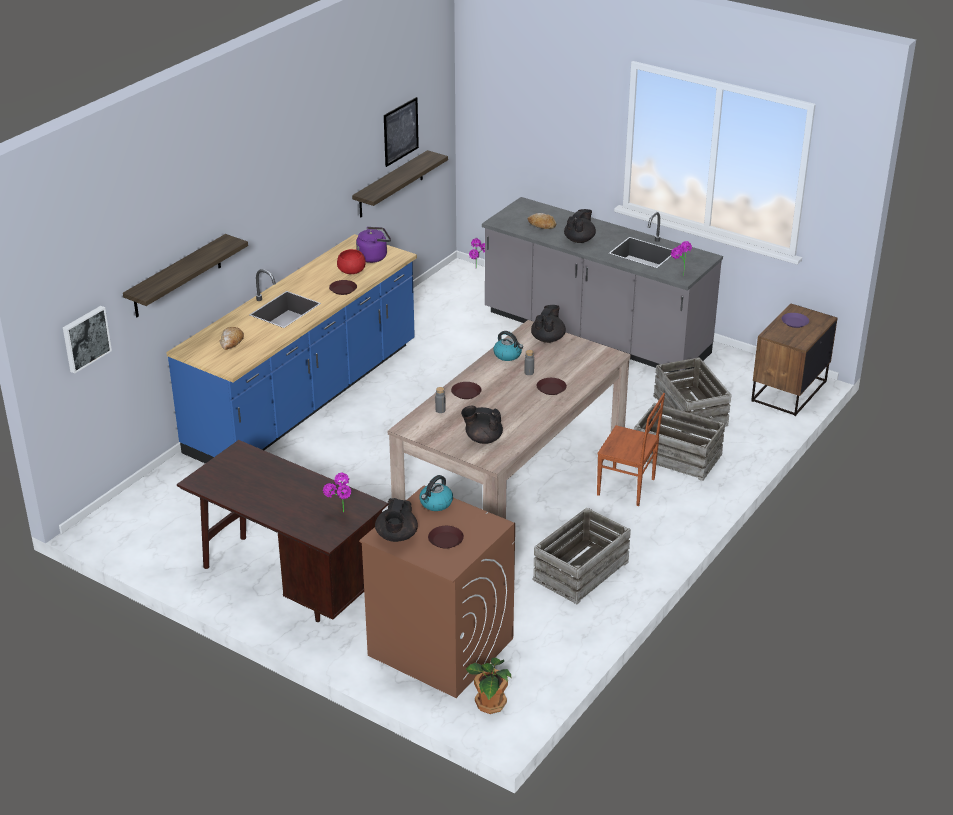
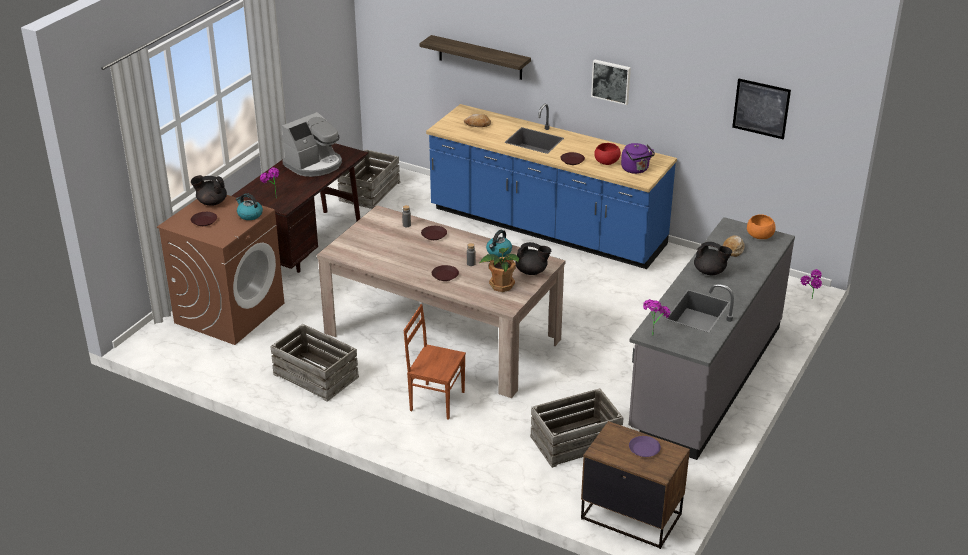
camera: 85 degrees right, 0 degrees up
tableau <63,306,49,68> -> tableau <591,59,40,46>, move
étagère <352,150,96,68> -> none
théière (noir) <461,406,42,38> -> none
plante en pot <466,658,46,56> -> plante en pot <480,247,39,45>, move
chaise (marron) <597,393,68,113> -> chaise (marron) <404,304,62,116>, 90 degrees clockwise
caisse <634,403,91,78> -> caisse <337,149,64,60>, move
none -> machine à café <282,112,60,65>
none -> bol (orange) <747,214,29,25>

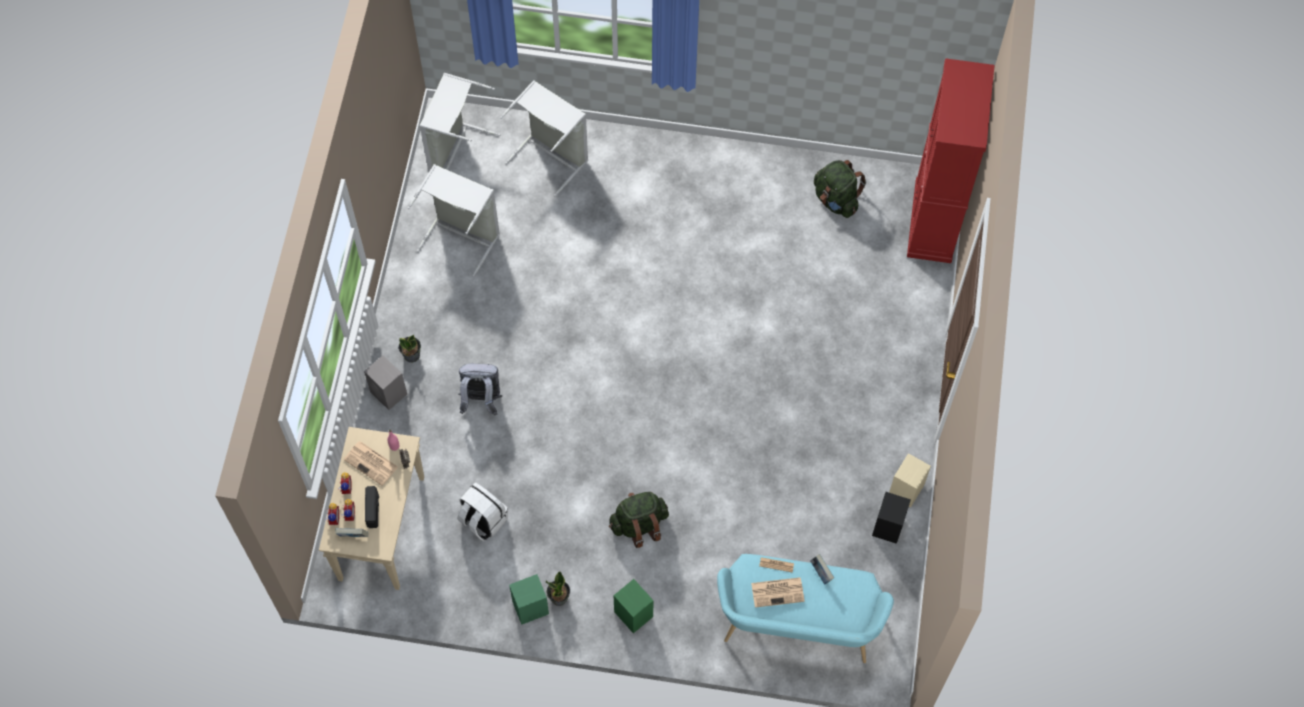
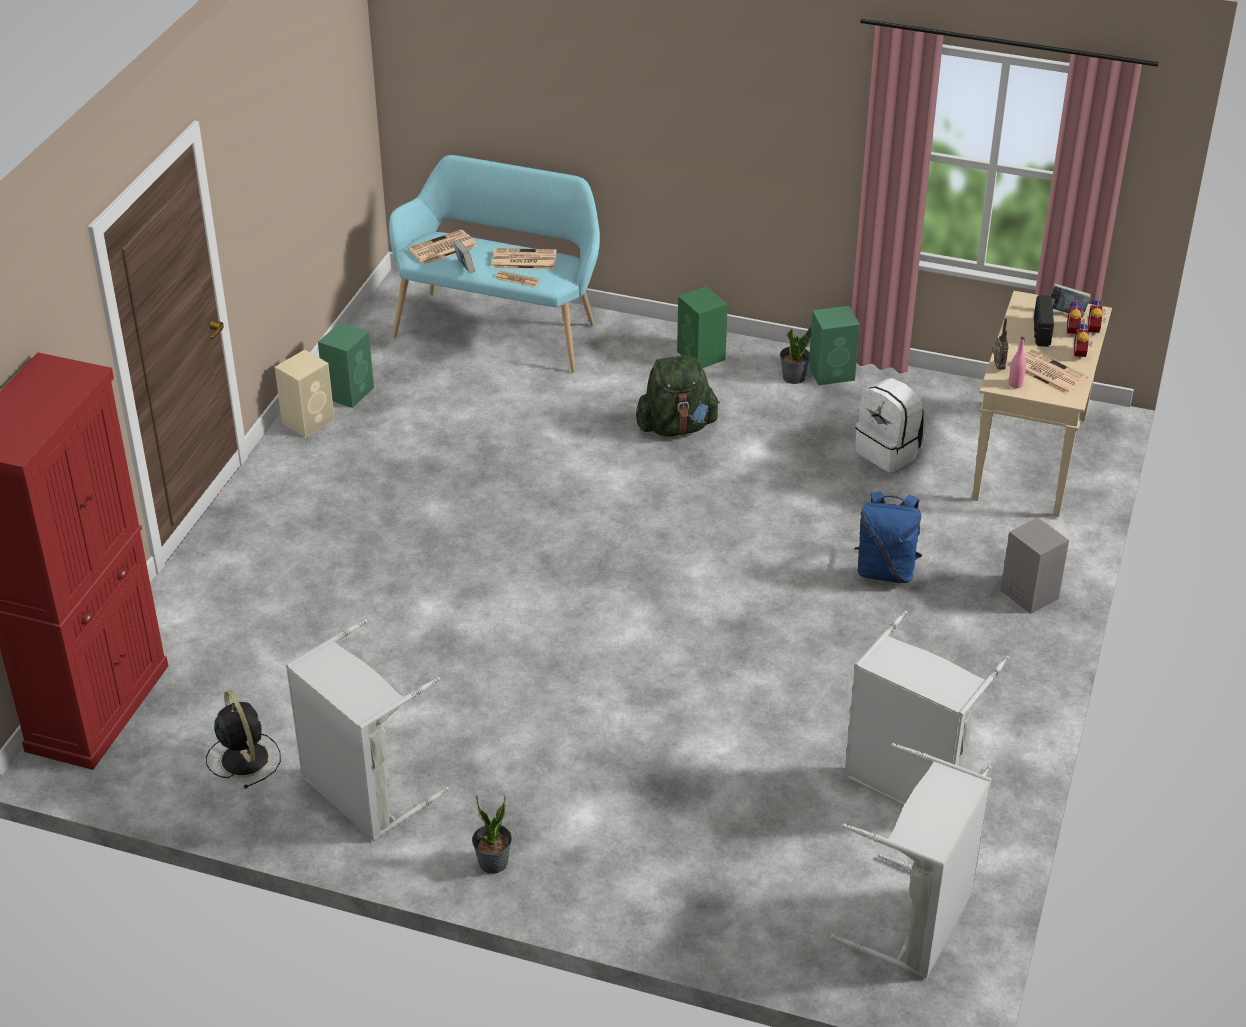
camera: 170 degrees left, 25 degrees down
plante en pot <399,334,22,29> -> plante en pot <472,795,40,79>, move
sac à dos (gris) <458,363,44,53> -> sac à dos (bleu) <855,491,67,92>
panier à linge (gris) <500,80,88,116> -> panier à linge (gris) <286,619,163,222>, move
sac à dos (vert) <814,160,53,58> -> ventilateur (noir) <206,690,75,99>
enceinte (noir) <872,492,39,52> -> enceinte (vert) <318,322,56,86>
none -> journal <407,230,70,35>

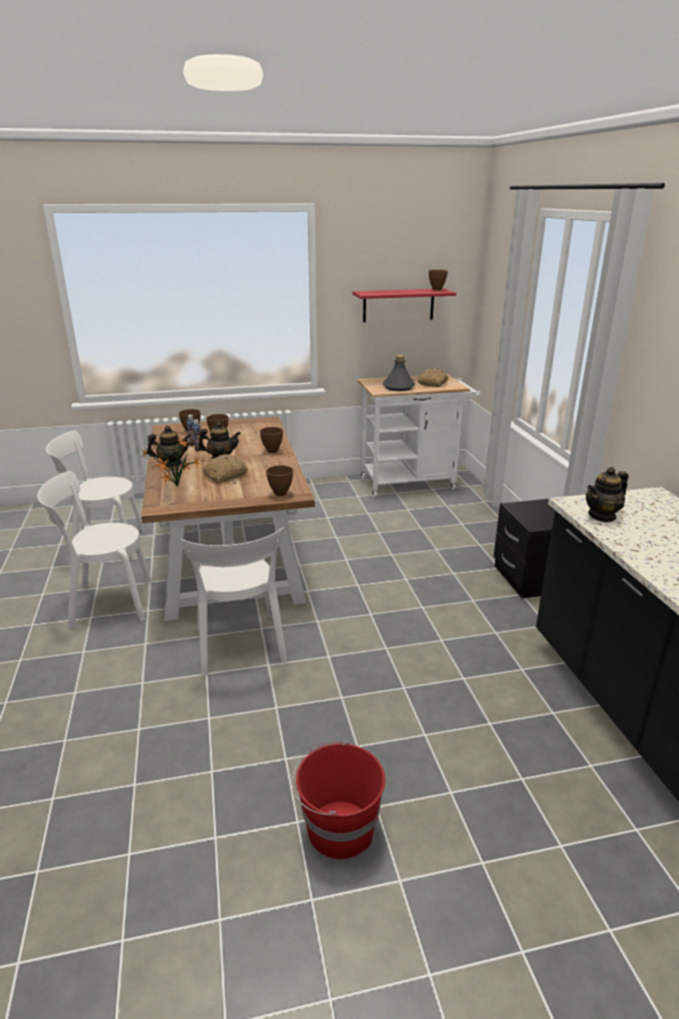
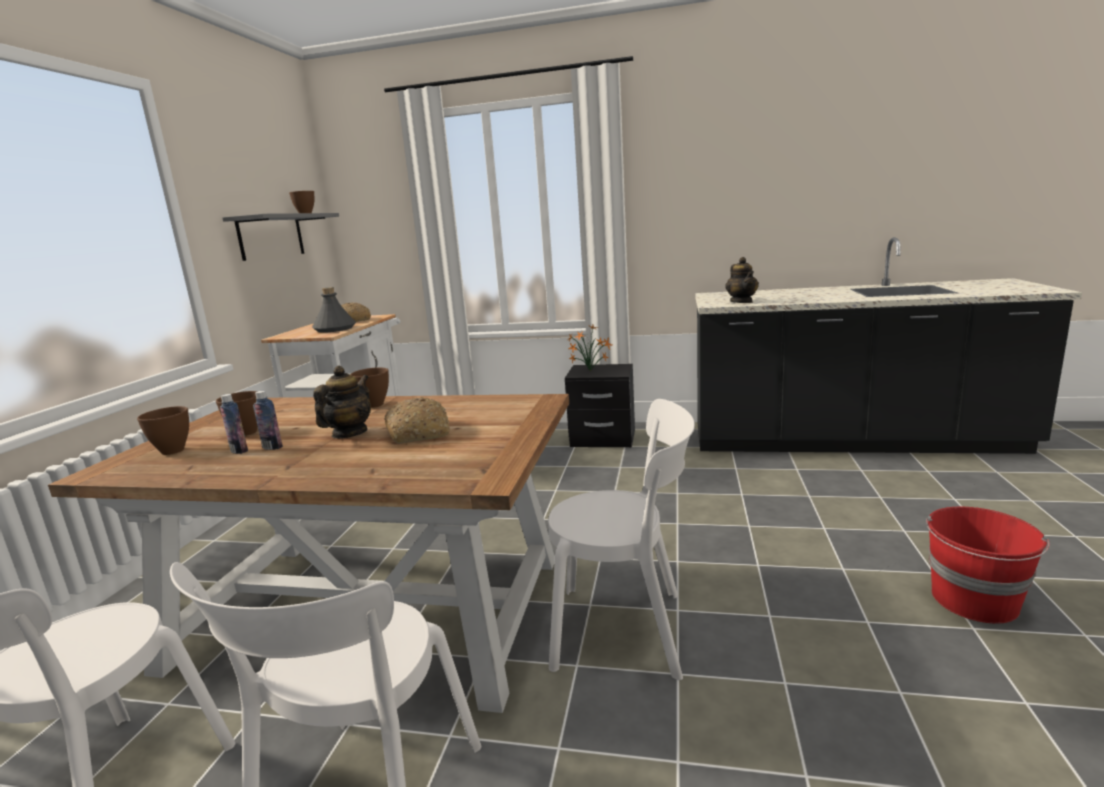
camera: 65 degrees left, 10 degrees down
plante en pot <141,438,60,48> -> plante en pot <568,325,44,46>, move
théière <147,426,44,41> -> none
bol (marron) <266,465,27,31> -> none
étagère (rouge) <352,288,104,34> -> étagère (gris) <222,213,117,48>

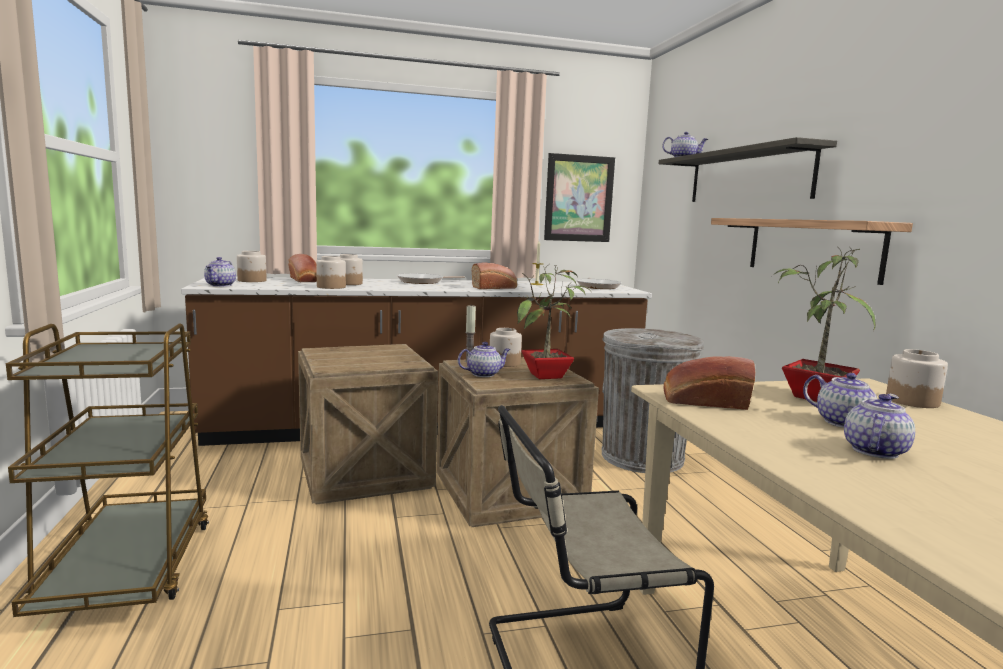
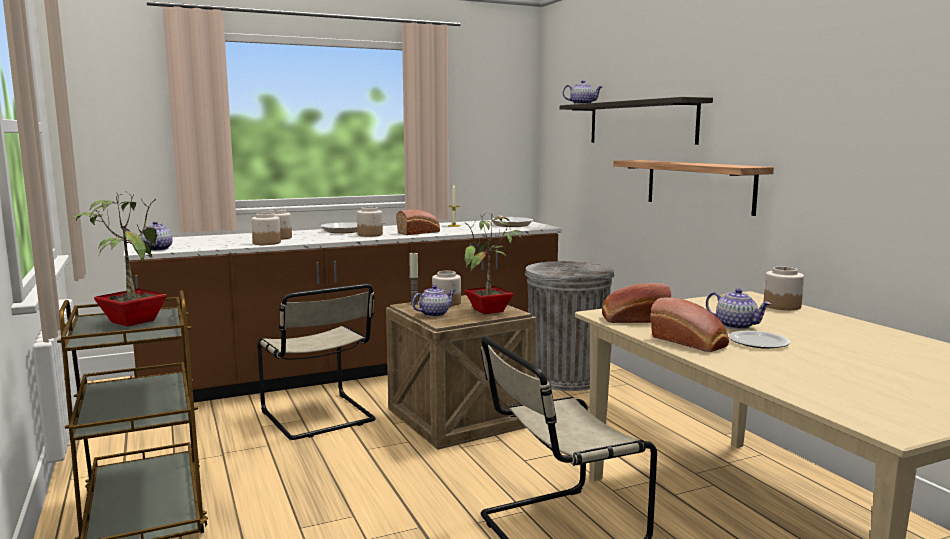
camera: 10 degrees left, 0 degrees up
bocal <237,251,30,31> -> bocal <357,207,26,30>, move
pain <288,254,29,28> -> pain <650,297,79,55>, move
caisse <298,344,140,161> -> chaise (beige) <257,284,119,156>
tableau <544,153,71,89> -> none
plante en pot <772,246,104,156> -> plante en pot <68,192,99,135>, move
théière <844,394,71,65> -> assiette <728,331,62,18>

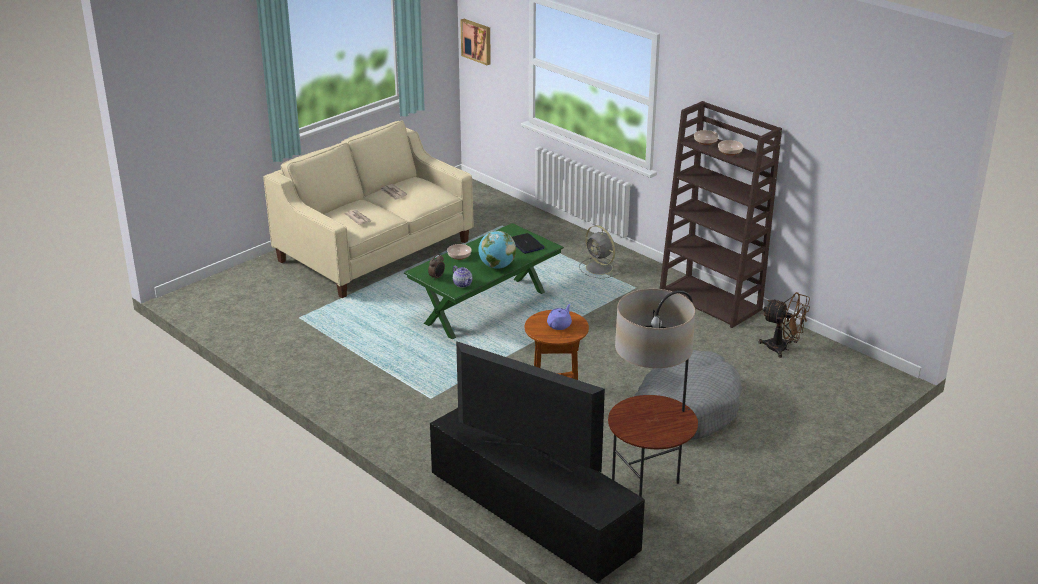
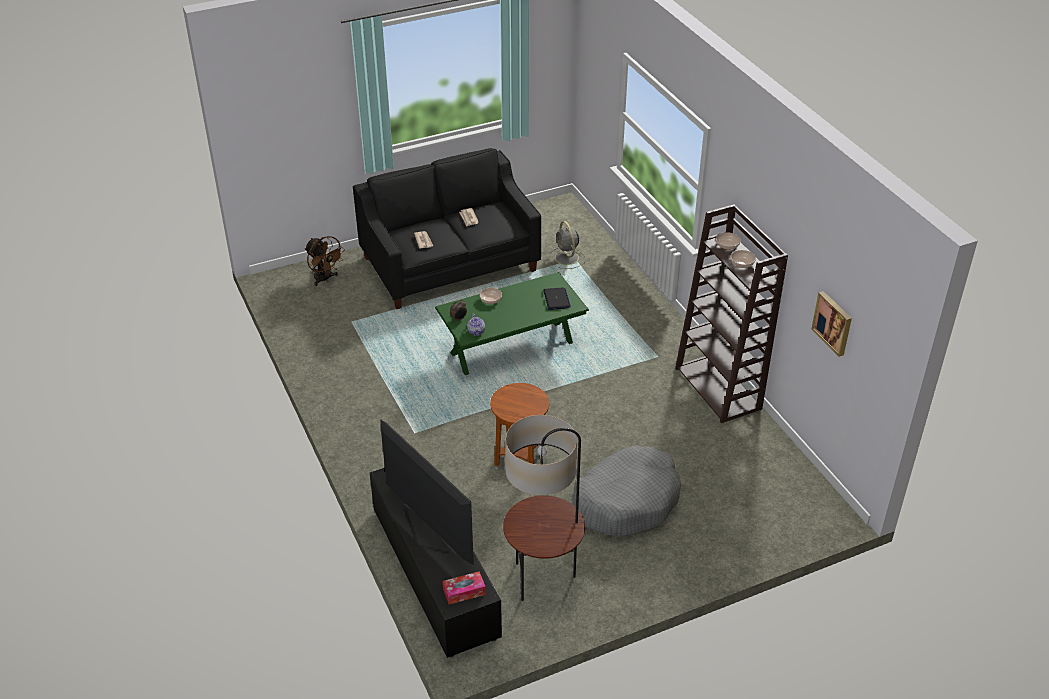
camera: 20 degrees right, 10 degrees up
canapé (beige) <263,120,211,178> -> canapé (noir) <353,148,188,161>
tableau <460,19,31,46> -> tableau <811,291,41,66>, move
globe <478,231,38,38> -> none
théière (violet) <547,304,25,26> -> none
ventilateur (gris) <579,225,42,53> -> ventilateur (gris) <549,221,37,48>, move
ventilateur (marron) <759,292,51,66> -> ventilateur (marron) <305,236,40,50>, move
none -> boîte à mouchoirs <443,571,43,33>

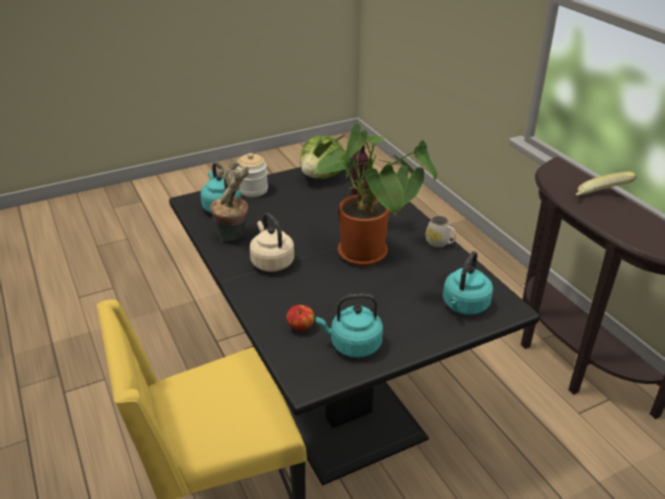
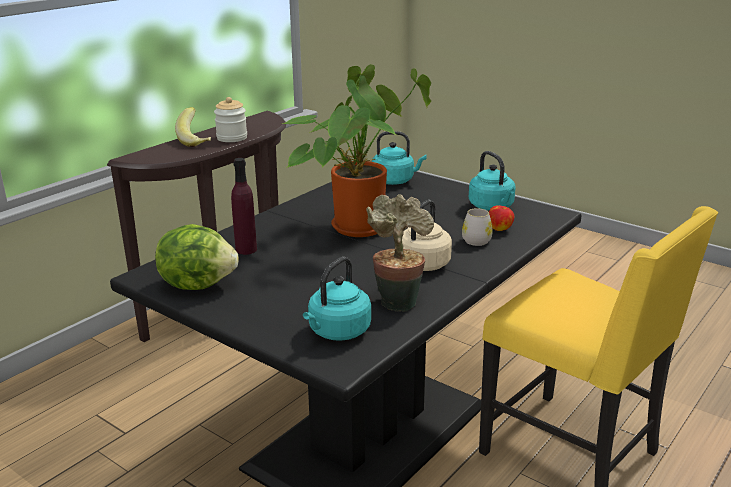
camera: 115 degrees left, 10 degrees down
bocal <236,153,32,44> -> bocal <214,97,33,45>, move
mug (blanc) <425,215,31,32> -> mug (blanc) <462,208,31,38>, move

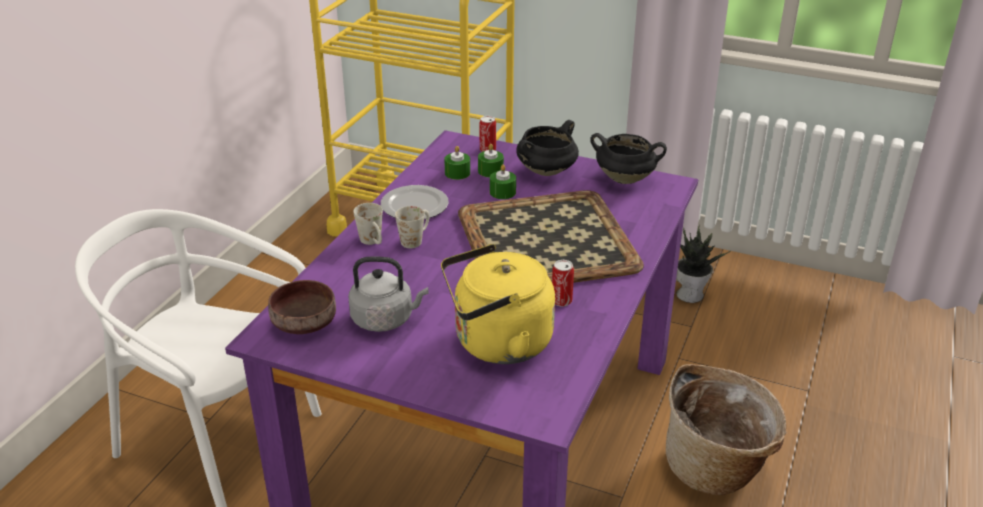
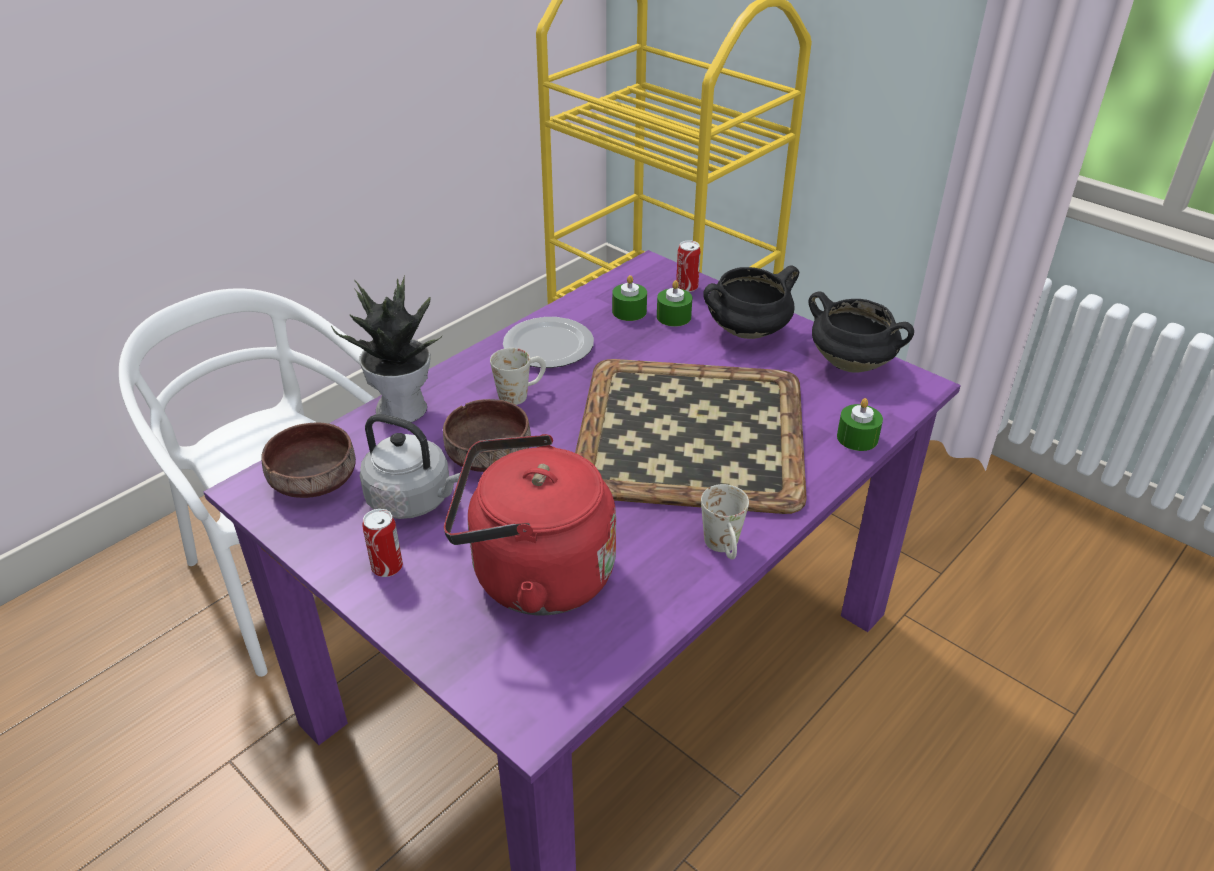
camera: 20 degrees right, 5 degrees up
mug (blanc) <353,203,30,42> -> mug (blanc) <701,484,48,76>, move
bouilloire (jaune) <441,244,114,120> -> bouilloire (rouge) <444,434,172,182>
bougie (vert) <490,164,26,35> -> bougie (vert) <837,398,46,53>, move
boîte métallique <552,260,22,47> -> boîte métallique <362,509,41,68>, move
panier <666,364,120,131> -> none
plante en pot <676,227,54,76> -> plante en pot <331,276,111,149>, move
none -> bol (marron) <443,399,88,73>

